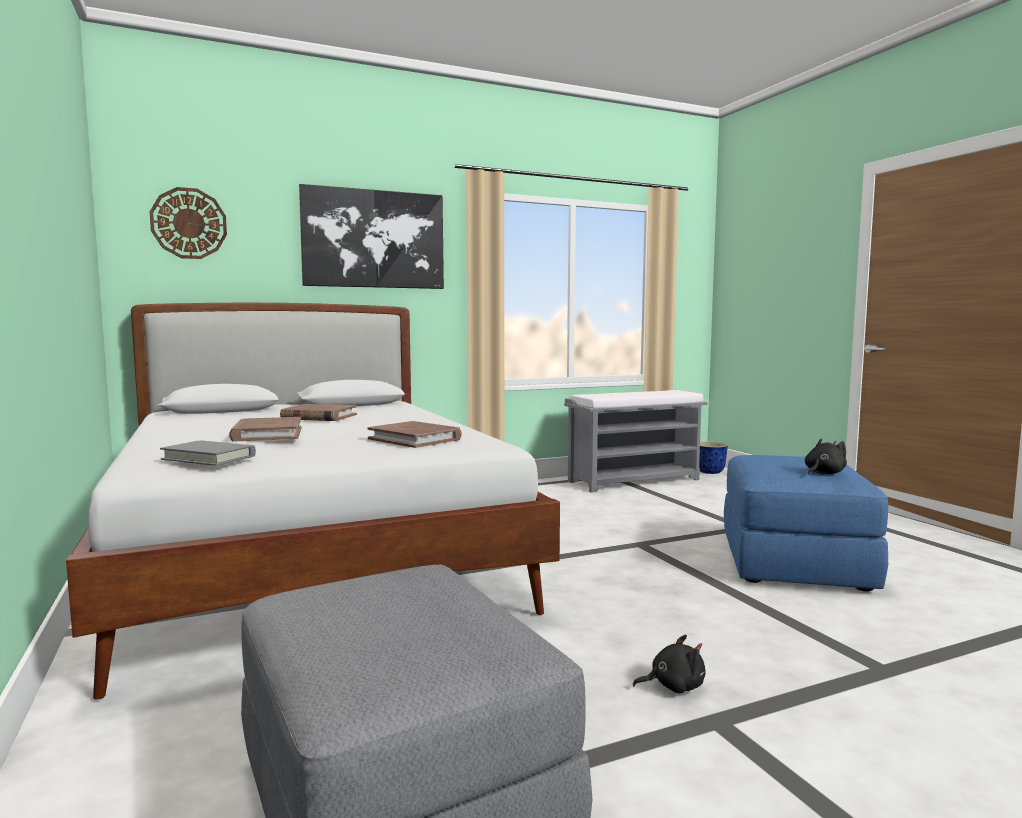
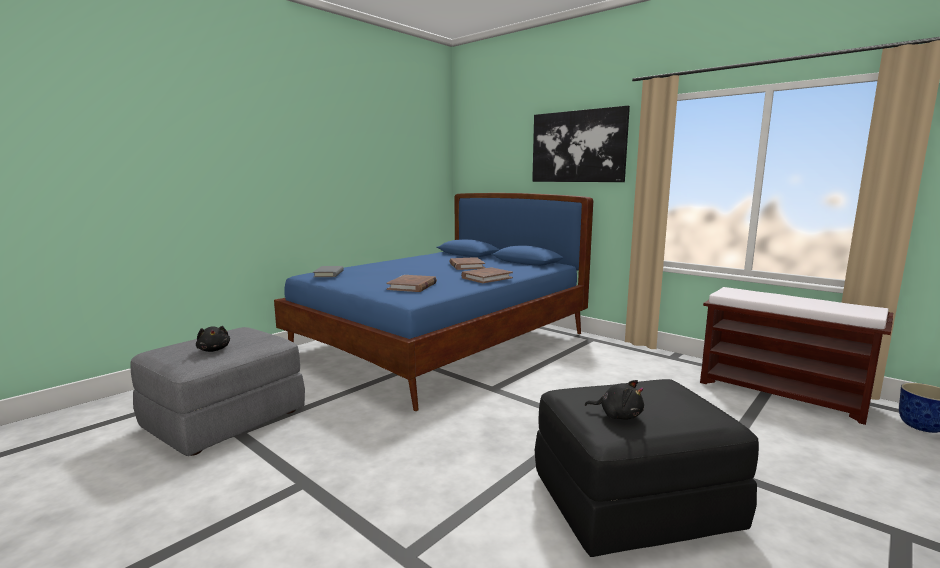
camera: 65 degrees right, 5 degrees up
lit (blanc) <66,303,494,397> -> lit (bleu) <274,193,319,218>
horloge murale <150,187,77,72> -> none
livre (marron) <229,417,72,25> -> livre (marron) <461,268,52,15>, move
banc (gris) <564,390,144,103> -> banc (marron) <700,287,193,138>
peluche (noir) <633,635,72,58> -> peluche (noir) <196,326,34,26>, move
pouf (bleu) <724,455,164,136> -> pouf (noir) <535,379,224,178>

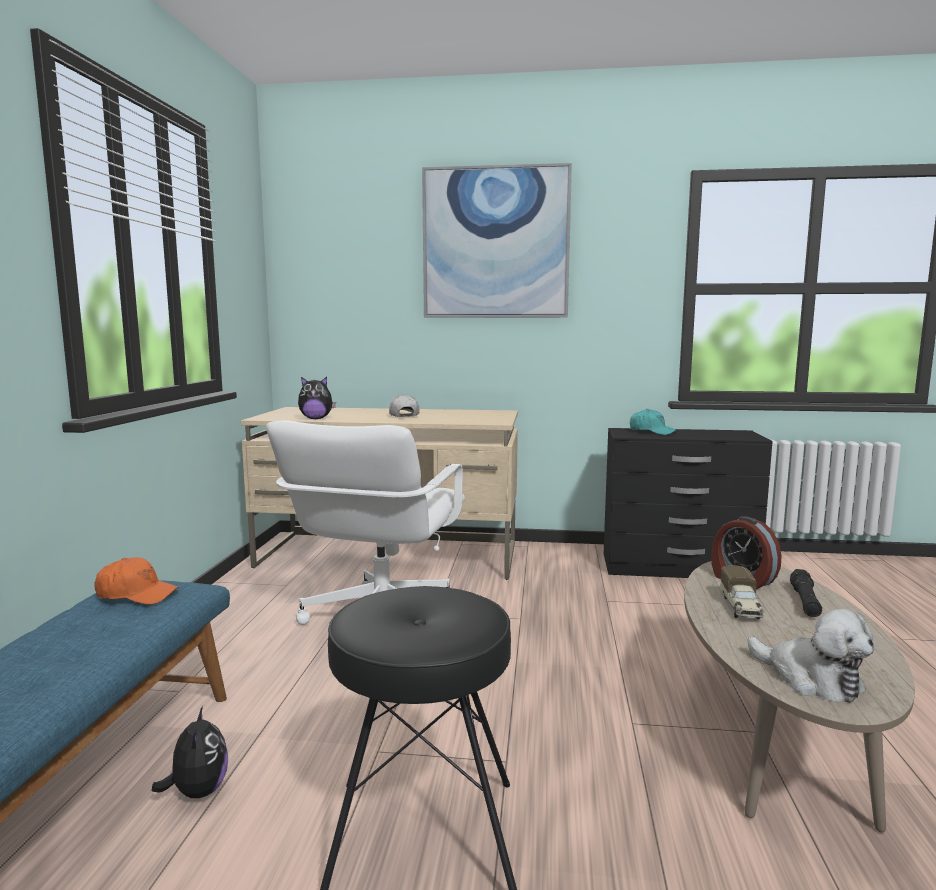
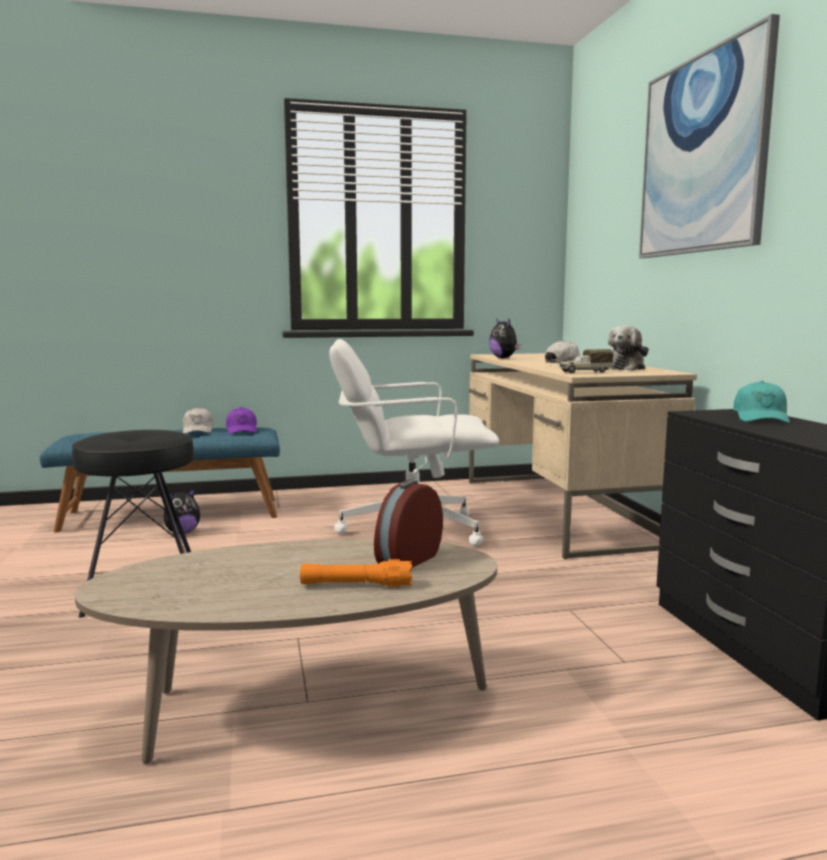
camera: 70 degrees right, 0 degrees up
casquette (orange) <94,557,85,47> -> casquette (violet) <226,407,31,27>
camion jouet <721,565,43,54> -> camion jouet <559,349,55,24>, move
peluche <748,609,126,94> -> peluche <608,325,40,46>, move
lampe de poche (noir) <790,569,32,48> -> lampe de poche (orange) <300,559,112,28>
none -> casquette (blanc) <182,407,32,27>

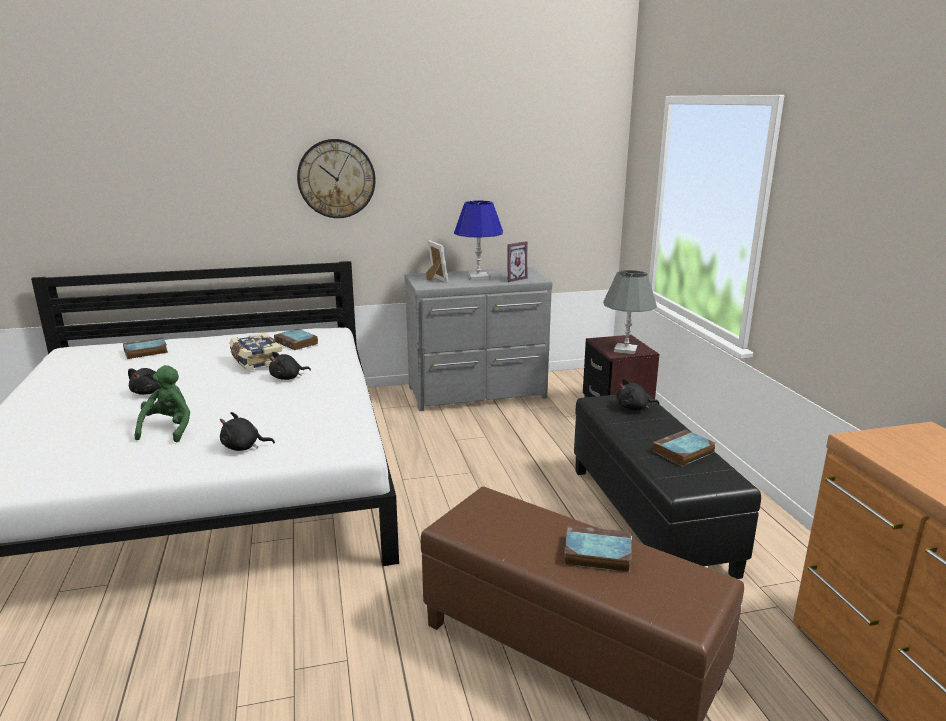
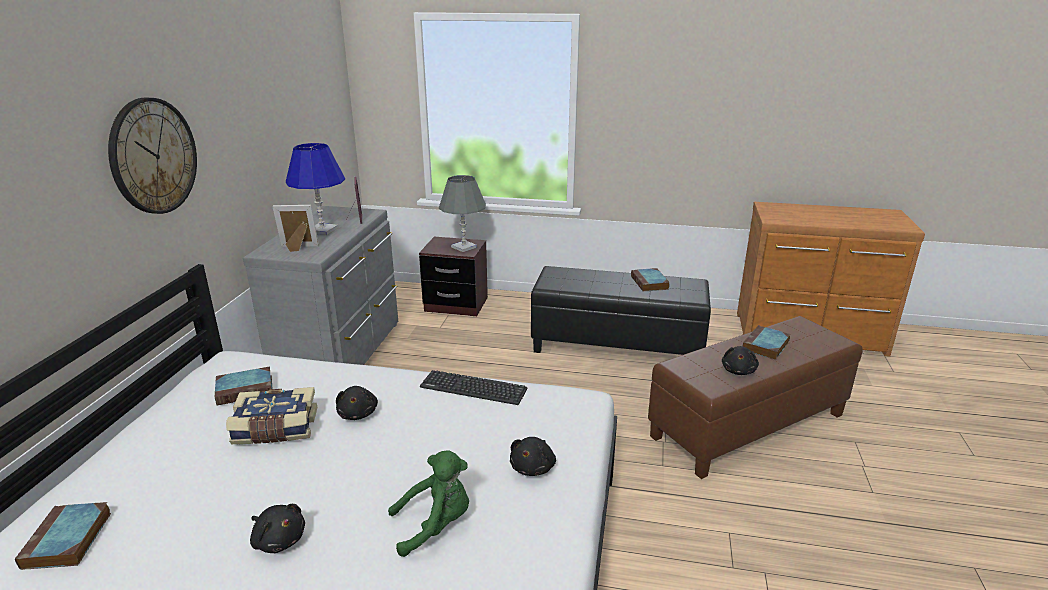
camera: 65 degrees left, 5 degrees up
peluche (vert) <135,365,55,77> -> peluche (vert) <388,450,81,107>, 135 degrees clockwise
peluche (noir) <616,378,43,33> -> peluche (noir) <722,346,37,29>, move
none -> clavier <420,370,107,35>

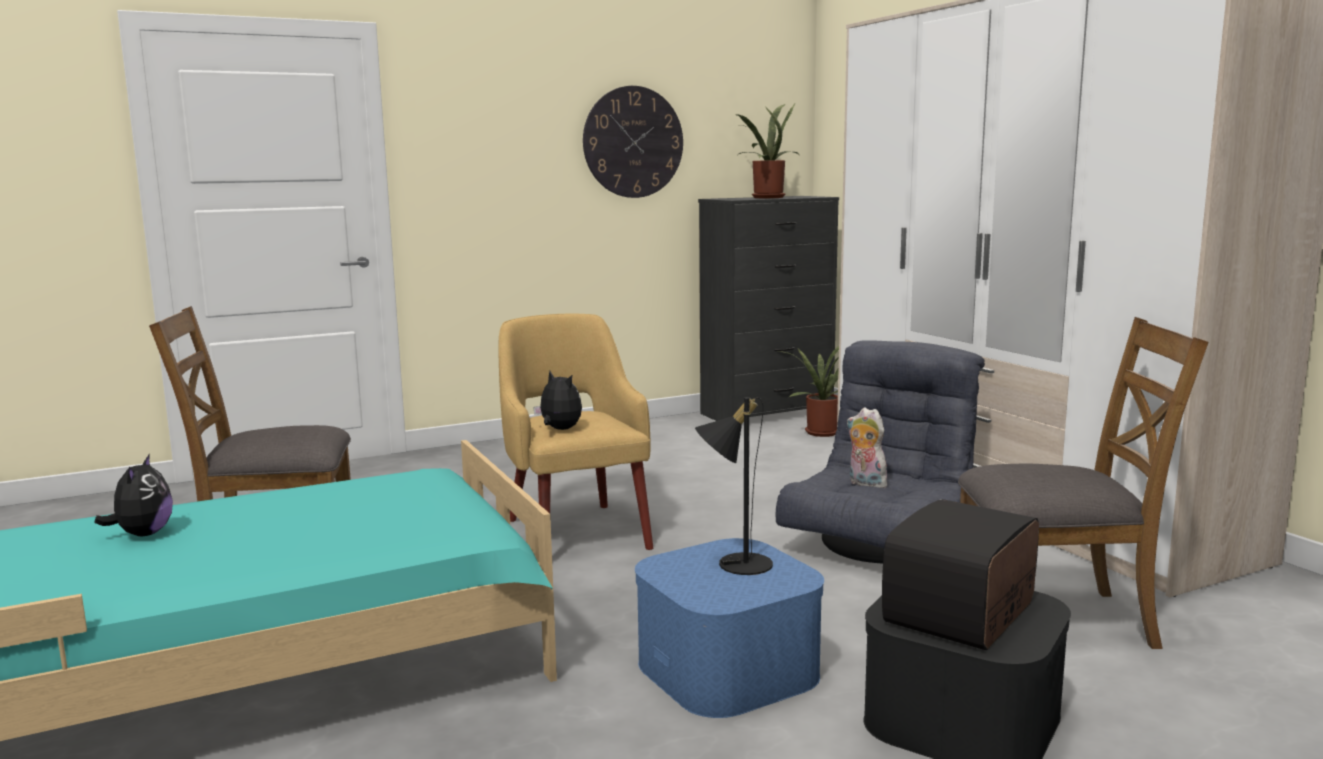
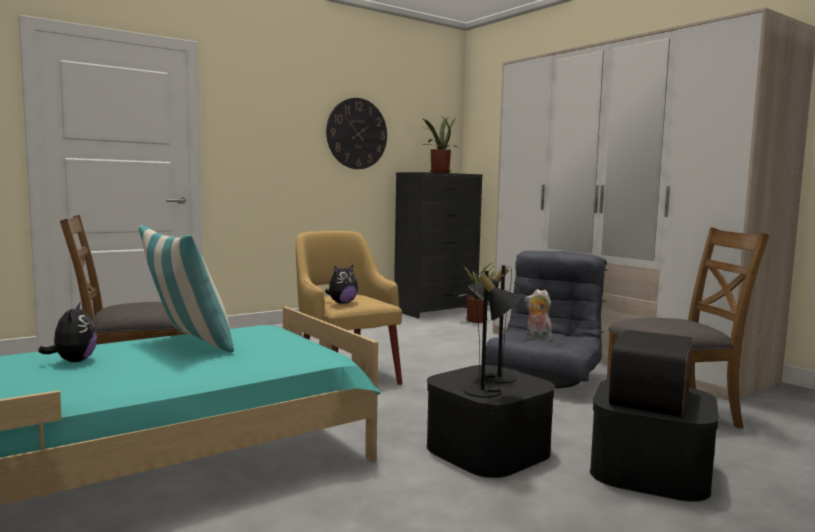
camera: 10 degrees left, 5 degrees down
peluche <533,371,49,59> -> peluche <325,264,33,40>, 105 degrees clockwise
boîte de rangement (bleu) <635,538,189,180> -> boîte de rangement (noir) <427,365,128,113>
none -> coussin <139,225,95,128>
none -> lampe de table (noir) <463,270,59,128>

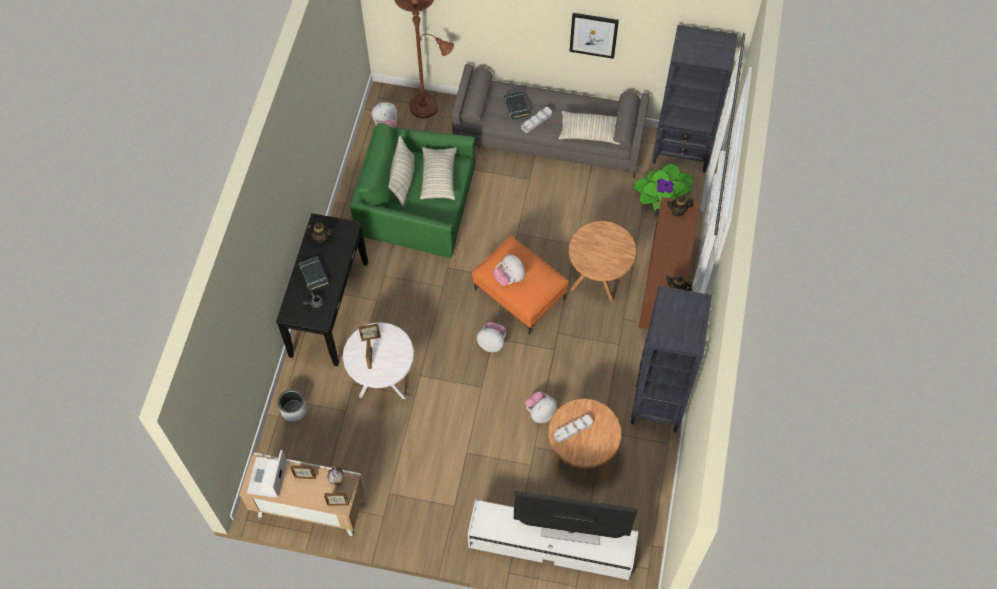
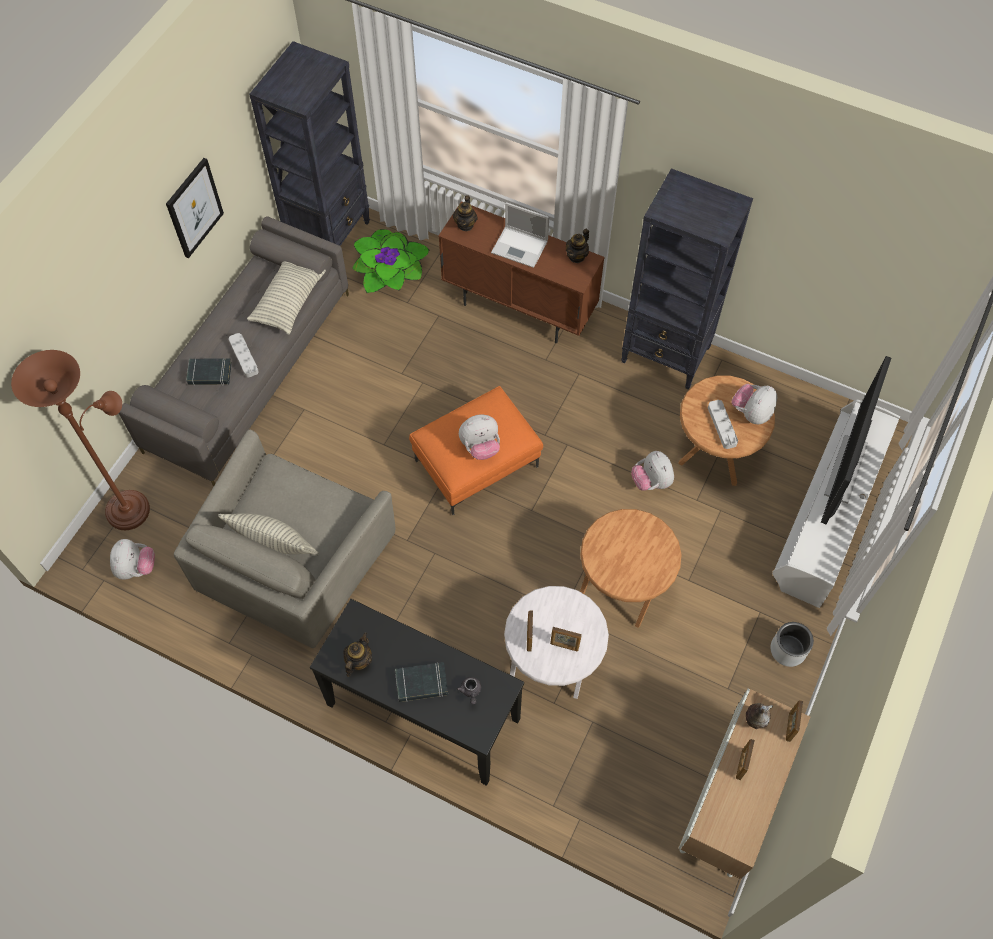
camera: 75 degrees left, 0 degrees up
ordinateur portable <247,450,40,48> -> ordinateur portable <491,202,58,66>, move
cache-pot (gris) <278,390,29,32> -> cache-pot (gris) <770,622,44,45>, move
fauteuil (vert) <350,123,125,135> -> fauteuil (gris) <174,429,221,219>
coussin <420,147,36,53> -> none
peluche <477,322,29,30> -> peluche <732,384,45,40>, move
table d'appoint (marron) <569,221,68,80> -> table d'appoint (marron) <580,509,102,119>, move

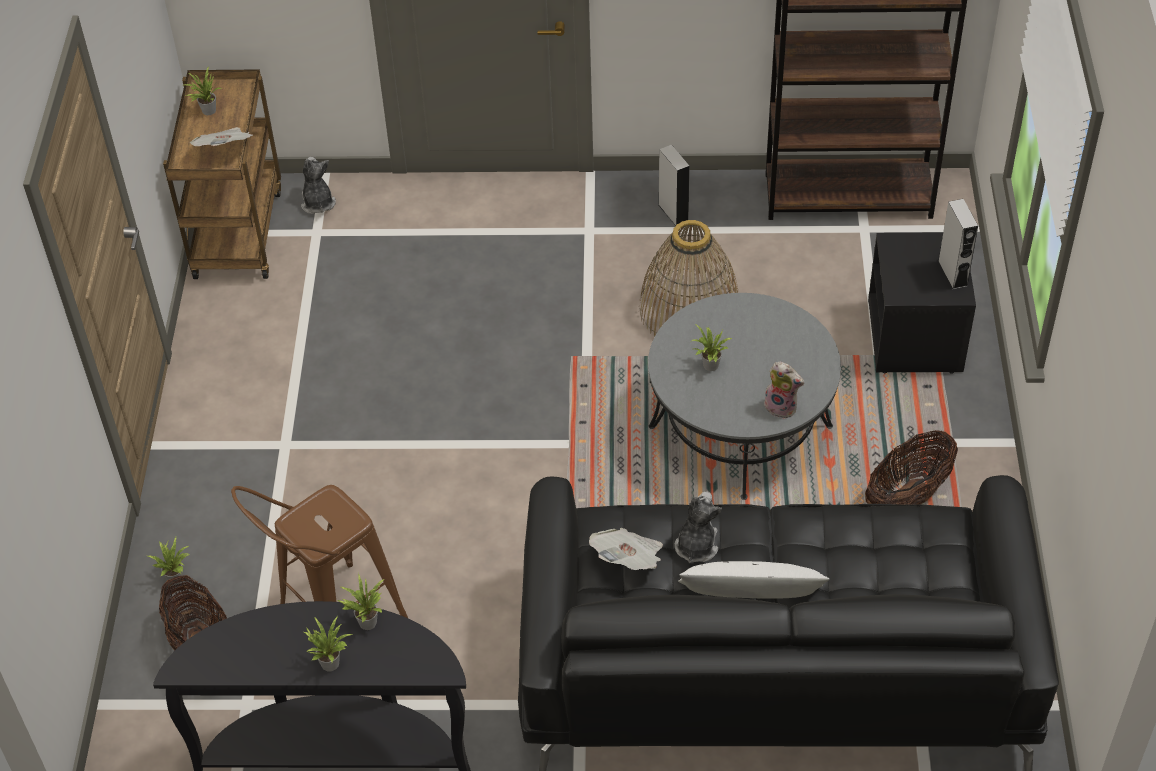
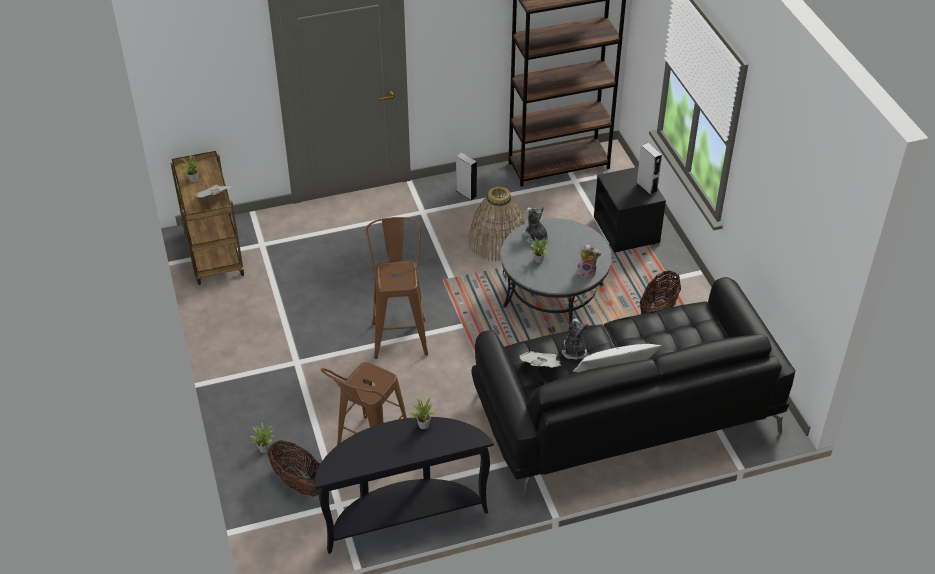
camera: 20 degrees left, 5 degrees down
peluche <301,157,35,57> -> peluche <521,207,27,37>, move
plante en pot <304,616,49,56> -> none
none -> tabouret (marron) <366,217,62,142>

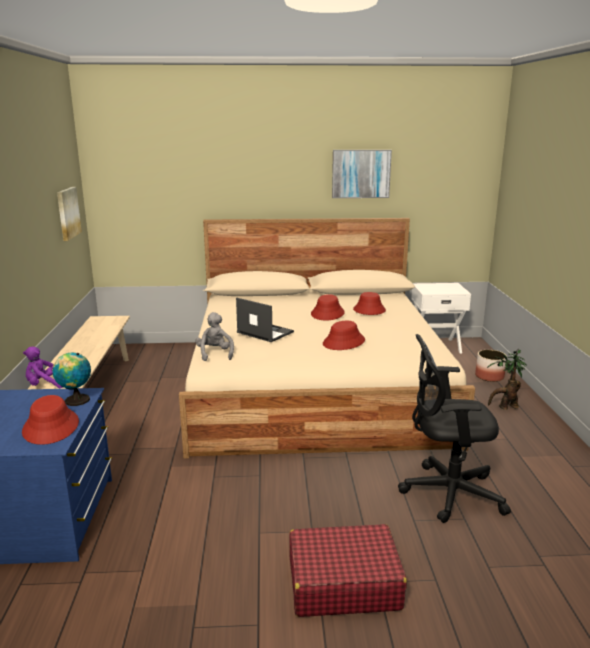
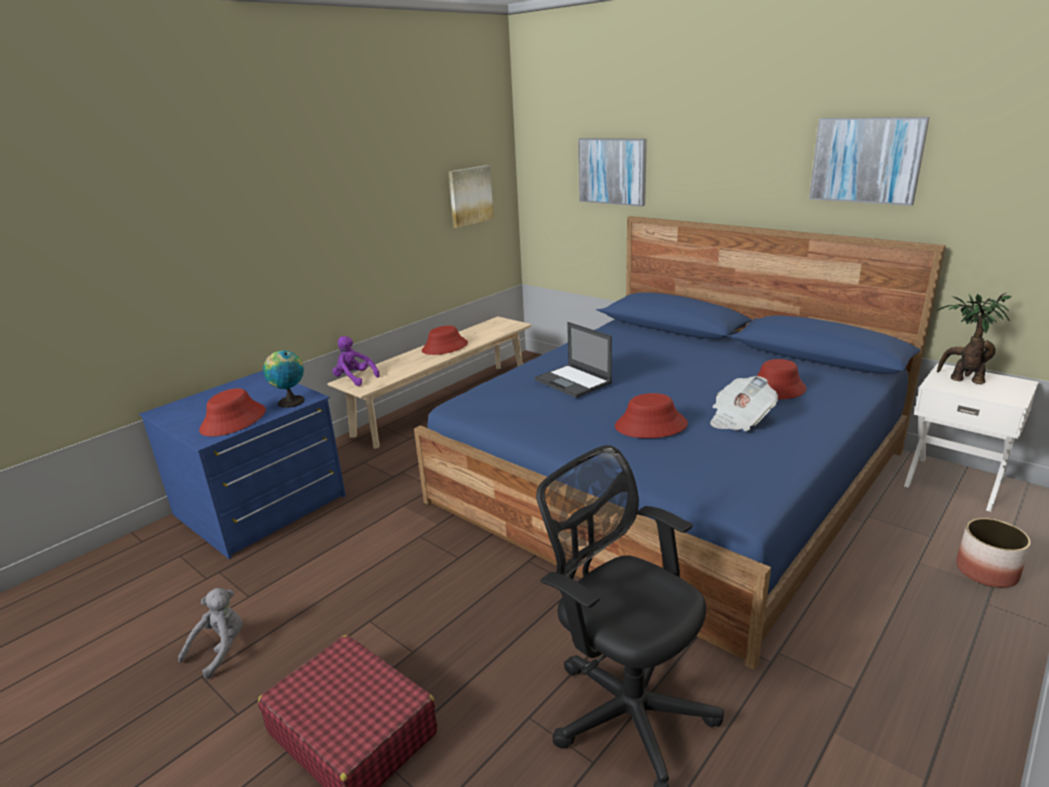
camera: 45 degrees right, 5 degrees up
lit (beige) <179,218,296,240> -> lit (bleu) <414,216,532,454>
peluche (gris) <195,312,39,49> -> peluche (gris) <178,588,65,91>, move
ordinateur portable <236,297,58,45> -> ordinateur portable <534,322,78,76>, 150 degrees clockwise
chapeau (rouge) <311,294,34,27> -> chapeau (rouge) <422,326,46,29>, move
plante en pot <487,349,40,61> -> plante en pot <937,293,75,91>, move
none -> tableau <578,138,69,68>
none -> journal <710,376,68,55>

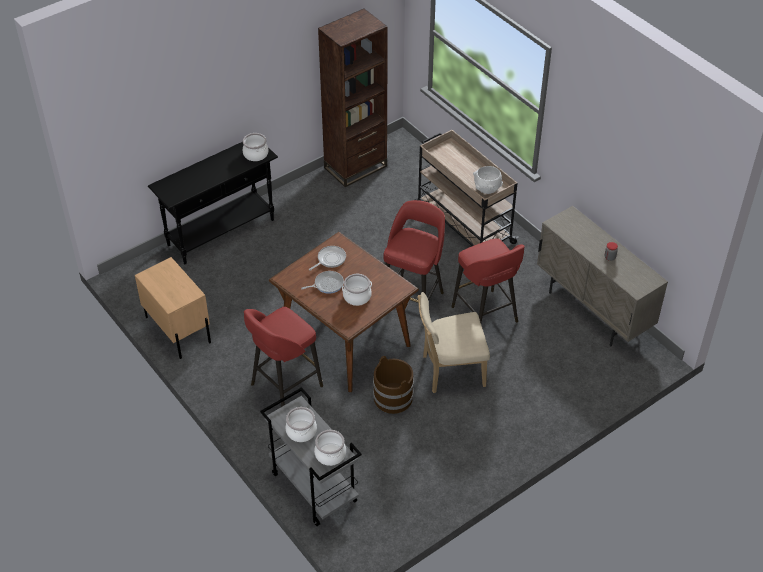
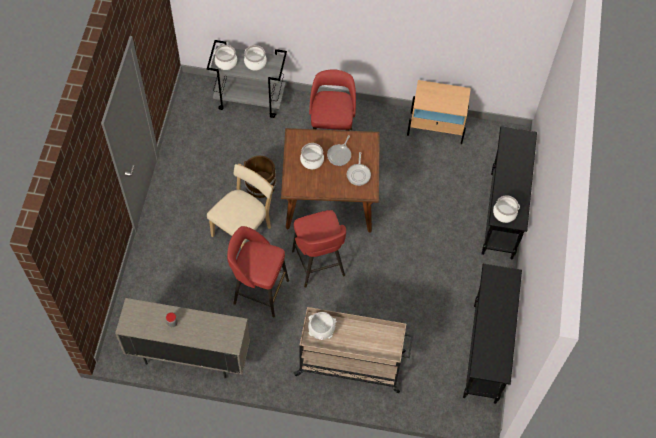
camera: 135 degrees right, 15 degrees up
bibliothèque (marron) <318,9,70,178> -> table console (noir) <463,263,59,141>

